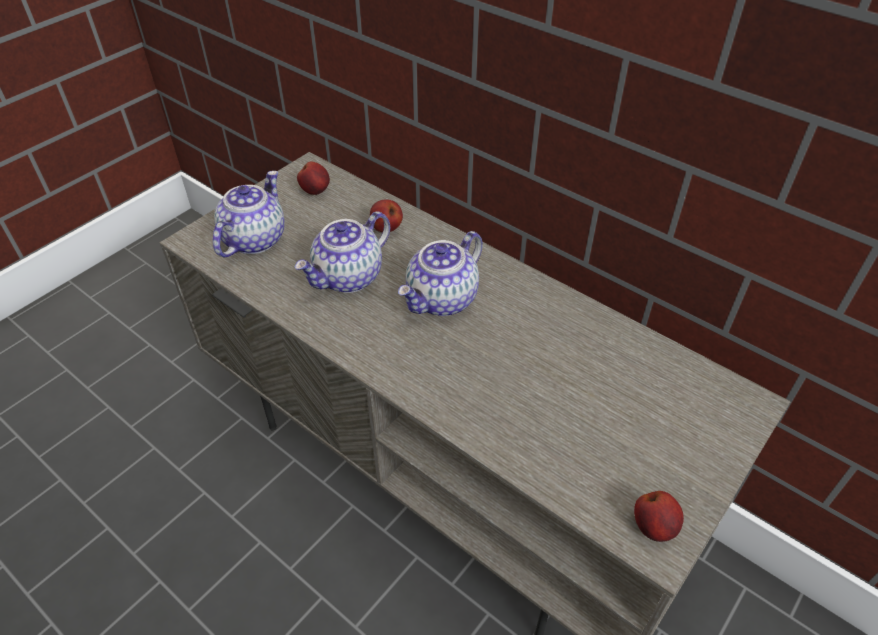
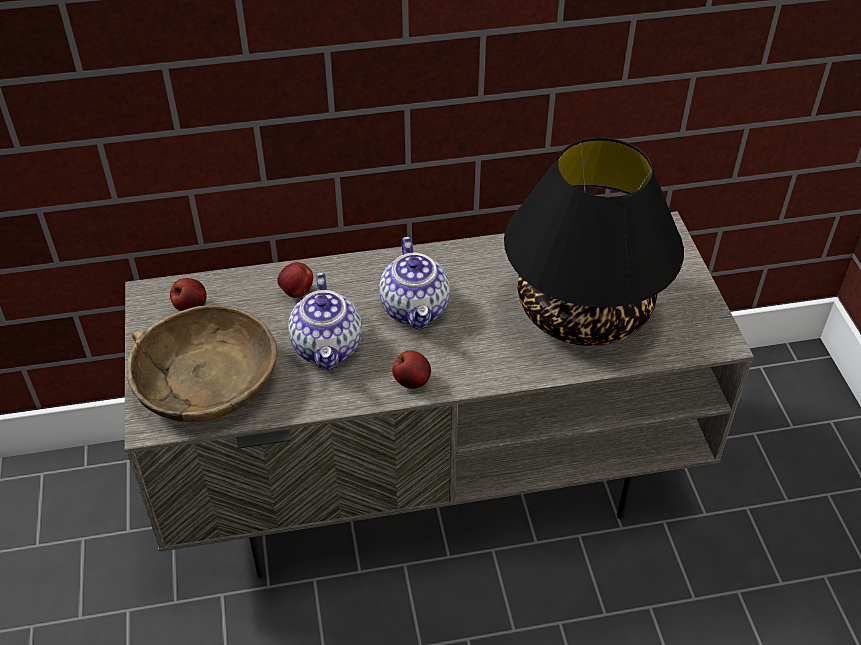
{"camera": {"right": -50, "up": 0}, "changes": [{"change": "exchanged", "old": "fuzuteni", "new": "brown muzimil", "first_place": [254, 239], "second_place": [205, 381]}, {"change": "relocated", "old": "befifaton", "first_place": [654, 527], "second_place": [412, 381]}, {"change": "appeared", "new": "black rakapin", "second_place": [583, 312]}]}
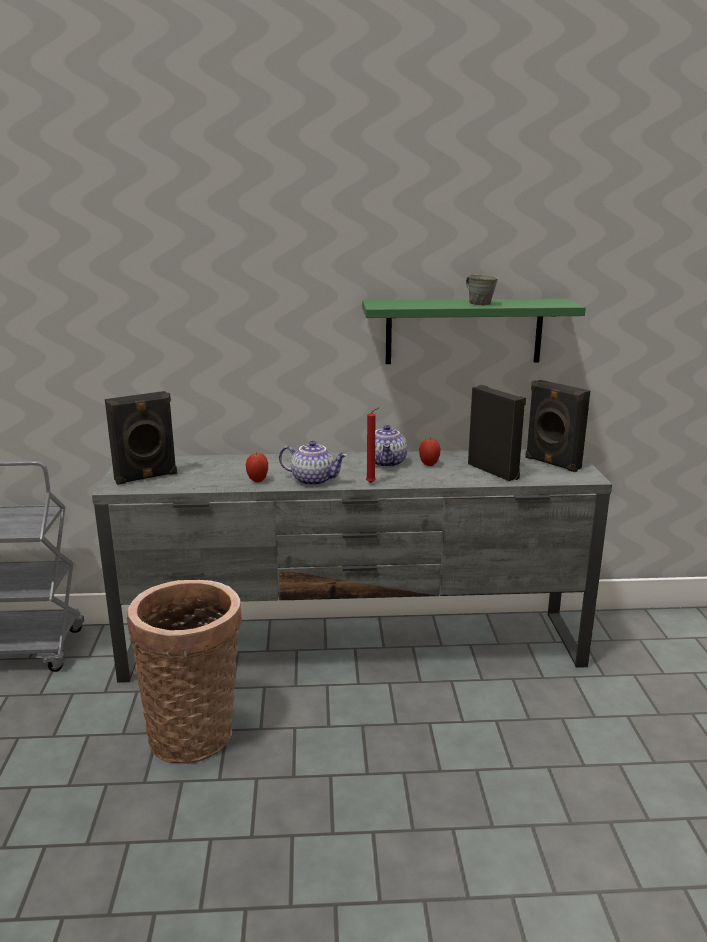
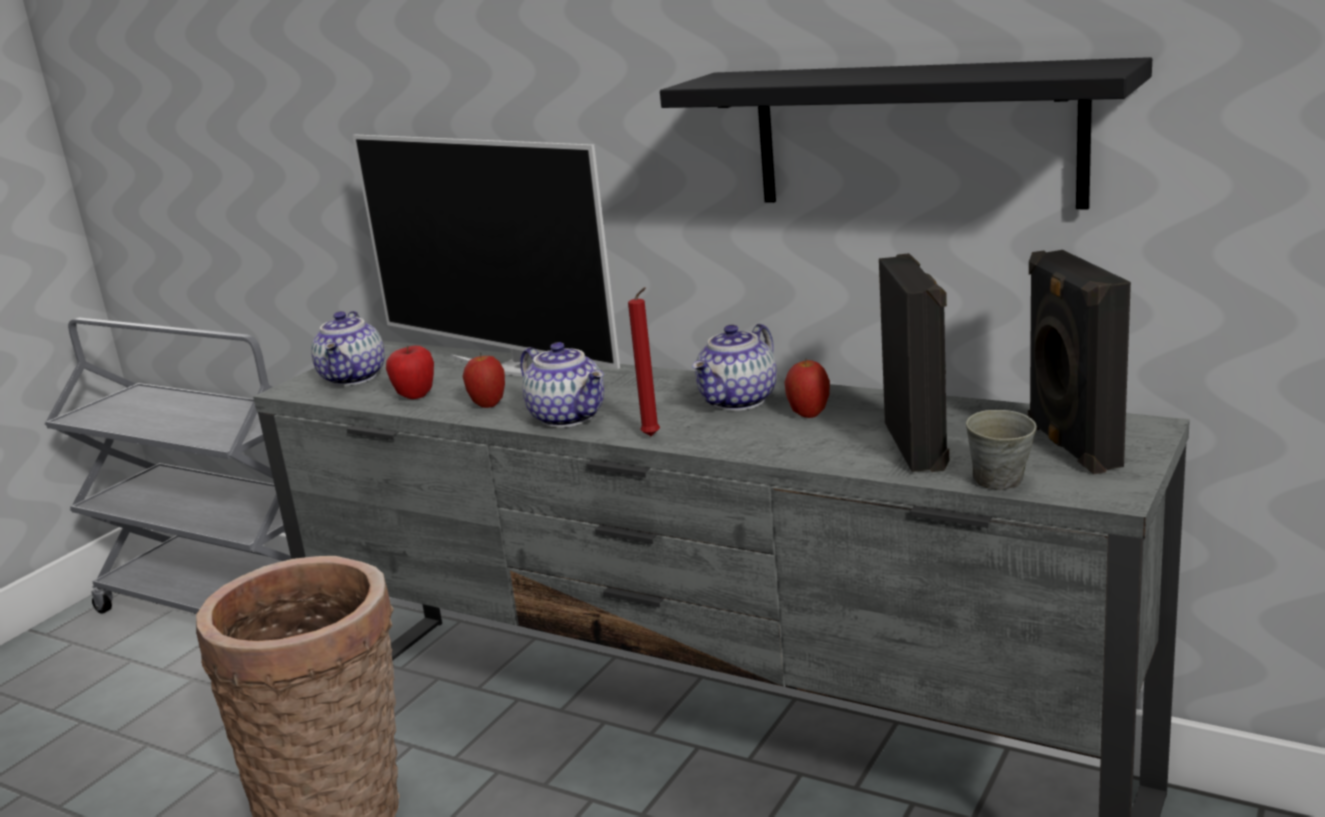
{"camera": {"right": 35, "up": 0}, "changes": [{"change": "exchanged", "old": "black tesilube", "new": "fuzuteni", "first_place": [146, 477], "second_place": [354, 378]}, {"change": "appeared", "new": "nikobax", "second_place": [509, 367]}, {"change": "appeared", "new": "befifaton", "second_place": [415, 396]}, {"change": "colour", "old": "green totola", "new": "black totola", "first_place": [464, 331], "second_place": [915, 136]}, {"change": "relocated", "old": "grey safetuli", "first_place": [479, 303], "second_place": [999, 478]}]}
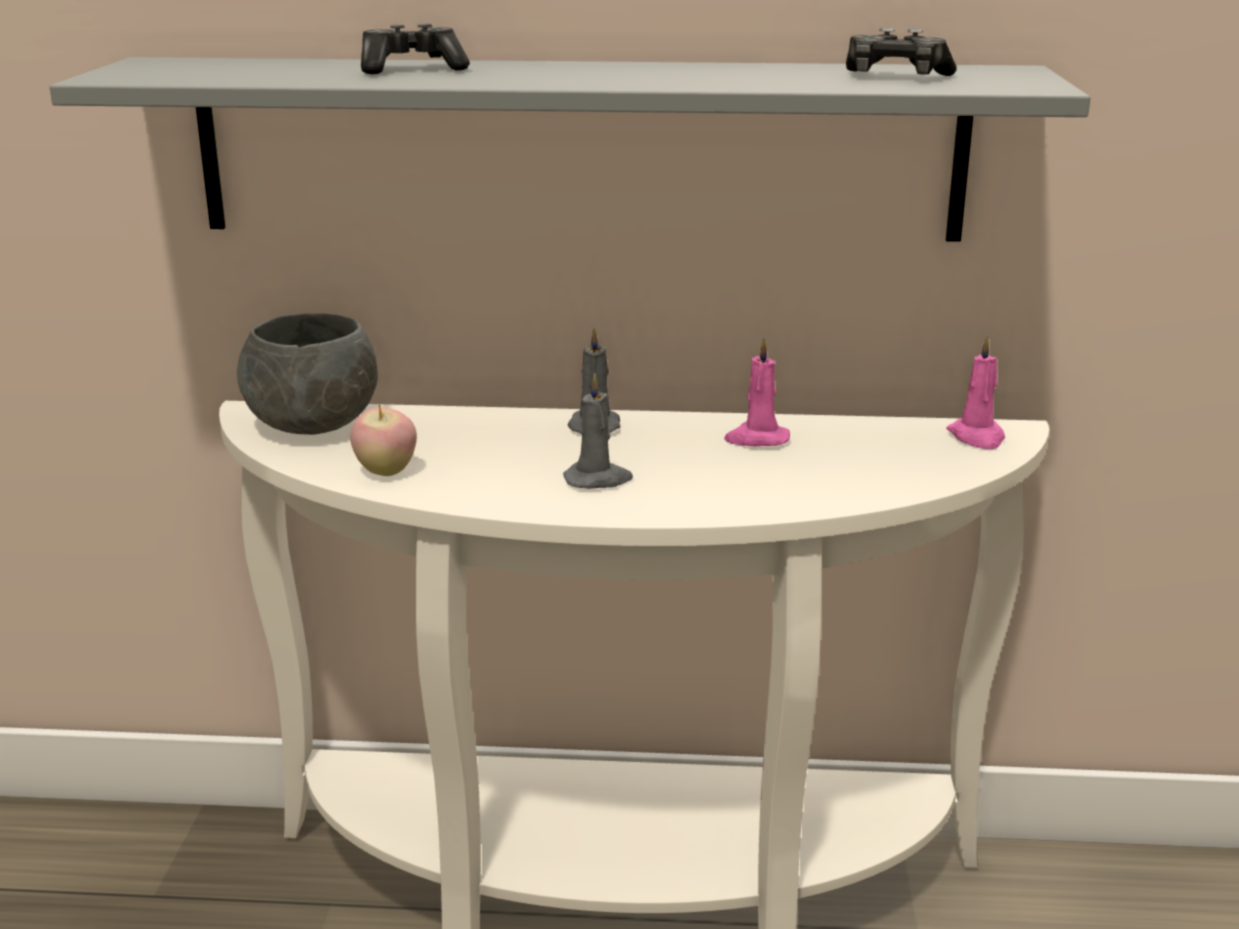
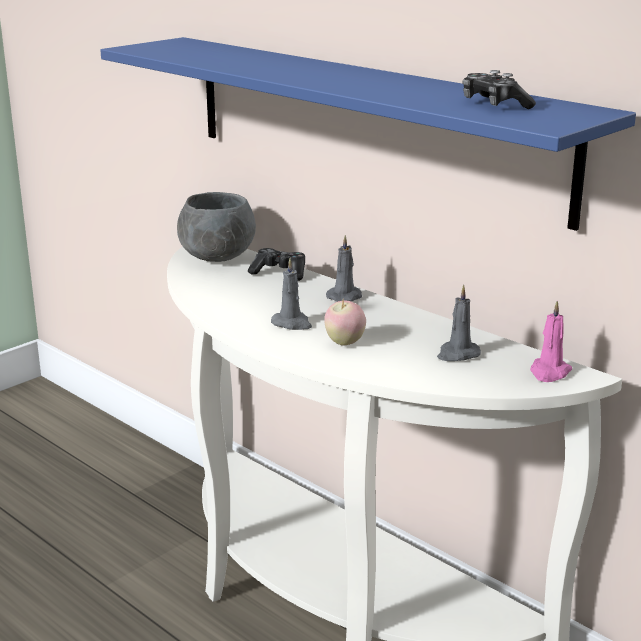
{"camera": {"right": 40, "up": 0}, "changes": [{"change": "colour", "old": "grey totola", "new": "blue totola", "first_place": [578, 149], "second_place": [368, 123]}, {"change": "relocated", "old": "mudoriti", "first_place": [412, 69], "second_place": [280, 273]}, {"change": "relocated", "old": "befifaton", "first_place": [386, 472], "second_place": [344, 342]}, {"change": "appeared", "new": "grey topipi", "second_place": [457, 354]}, {"change": "missing", "old": "pink topipi", "first_place": [756, 439]}]}
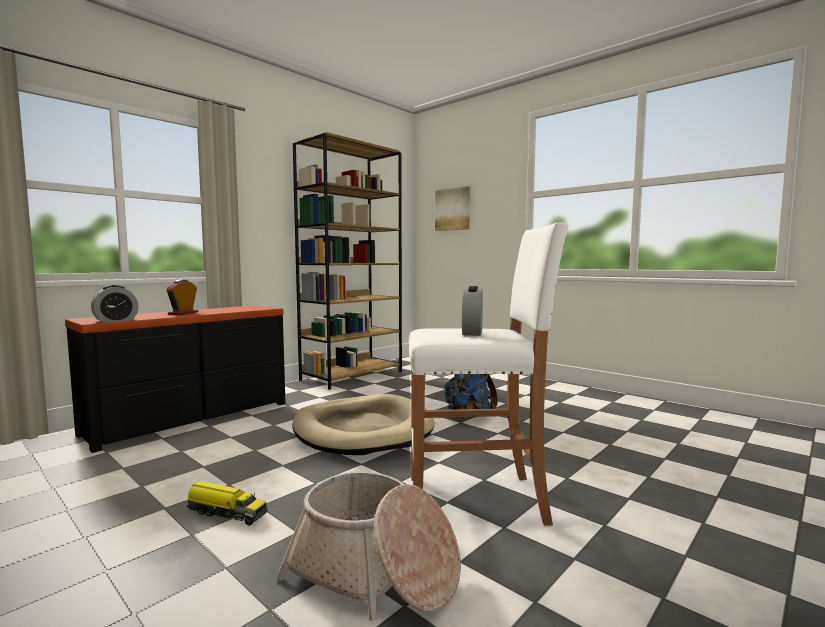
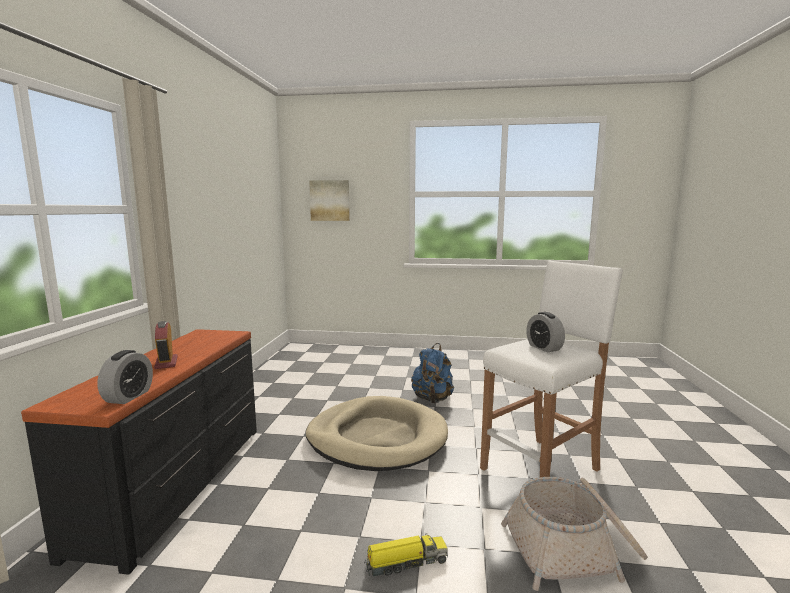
{"camera": {"right": -35, "up": 5}, "changes": [{"change": "missing", "old": "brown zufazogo", "first_place": [352, 375]}]}
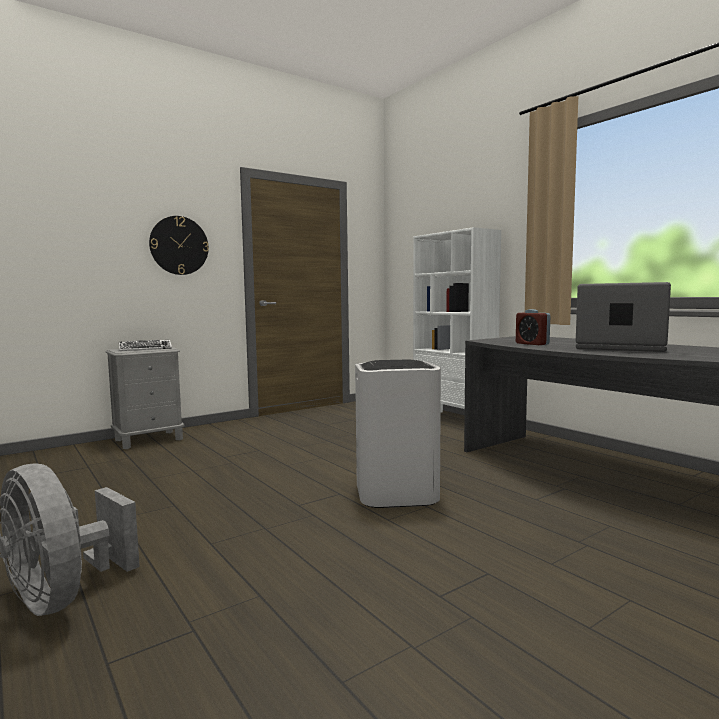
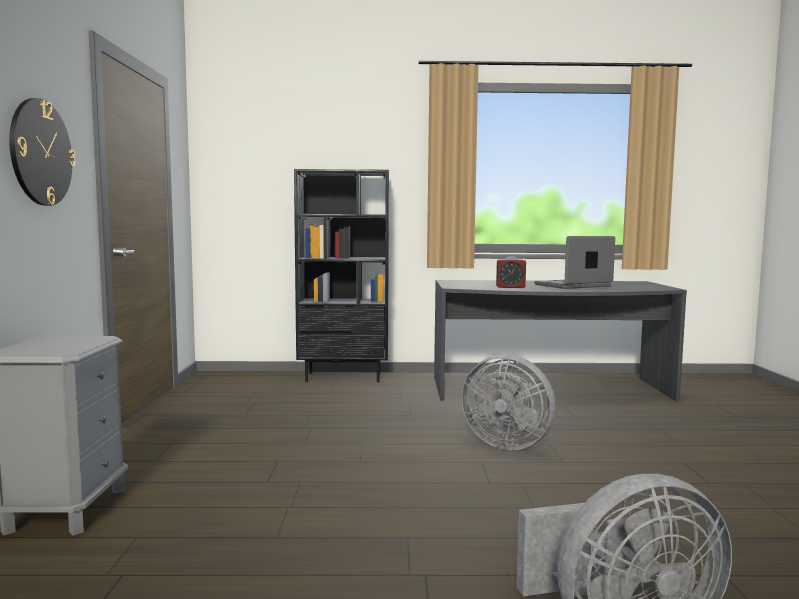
{"camera": {"right": -55, "up": 0}, "changes": [{"change": "colour", "old": "white zufazogo", "new": "black zufazogo", "first_place": [454, 419], "second_place": [344, 377]}, {"change": "exchanged", "old": "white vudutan", "new": "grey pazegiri", "first_place": [397, 492], "second_place": [507, 444]}, {"change": "missing", "old": "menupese", "first_place": [145, 349]}]}
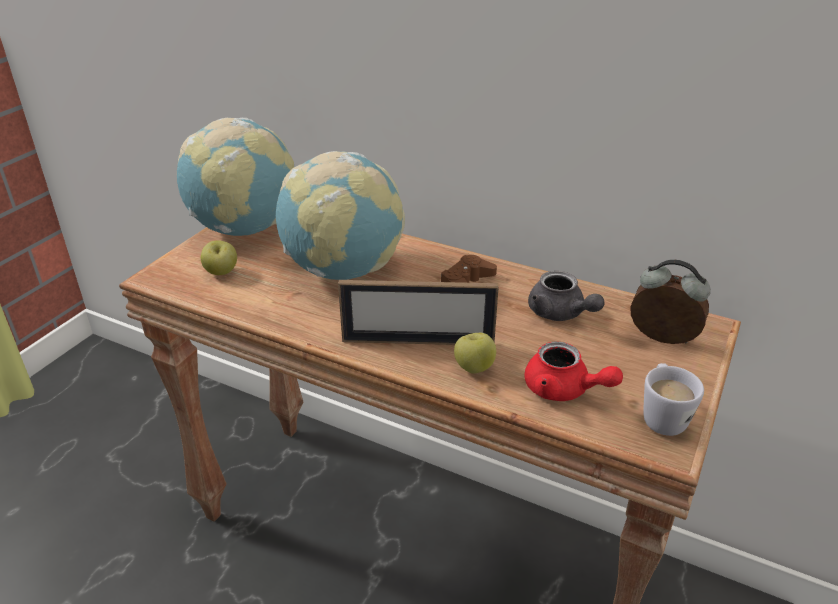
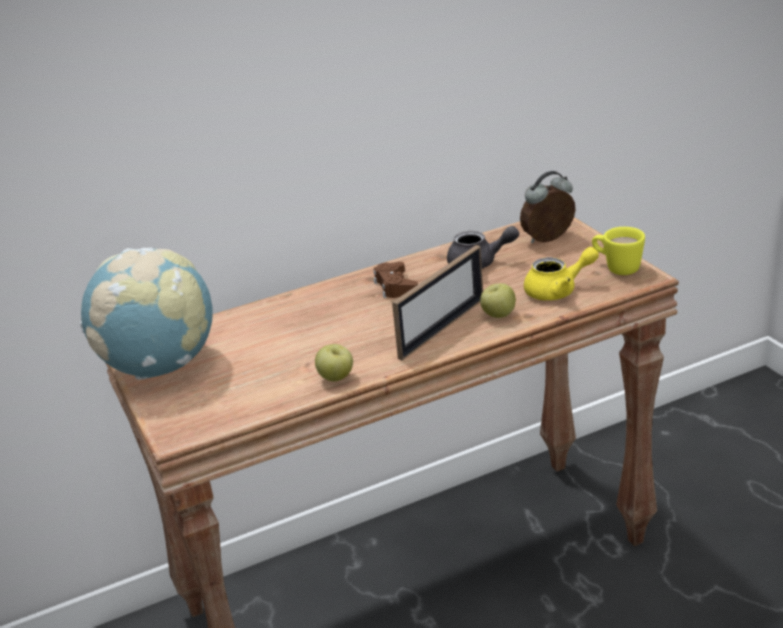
{"camera": {"right": -50, "up": -5}, "changes": [{"change": "relocated", "old": "befifaton", "first_place": [221, 273], "second_place": [336, 378]}, {"change": "colour", "old": "red fuzuteni", "new": "yellow fuzuteni", "first_place": [564, 390], "second_place": [558, 291]}, {"change": "colour", "old": "white safetuli", "new": "yellow safetuli", "first_place": [662, 416], "second_place": [616, 268]}, {"change": "missing", "old": "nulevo", "first_place": [343, 270]}]}
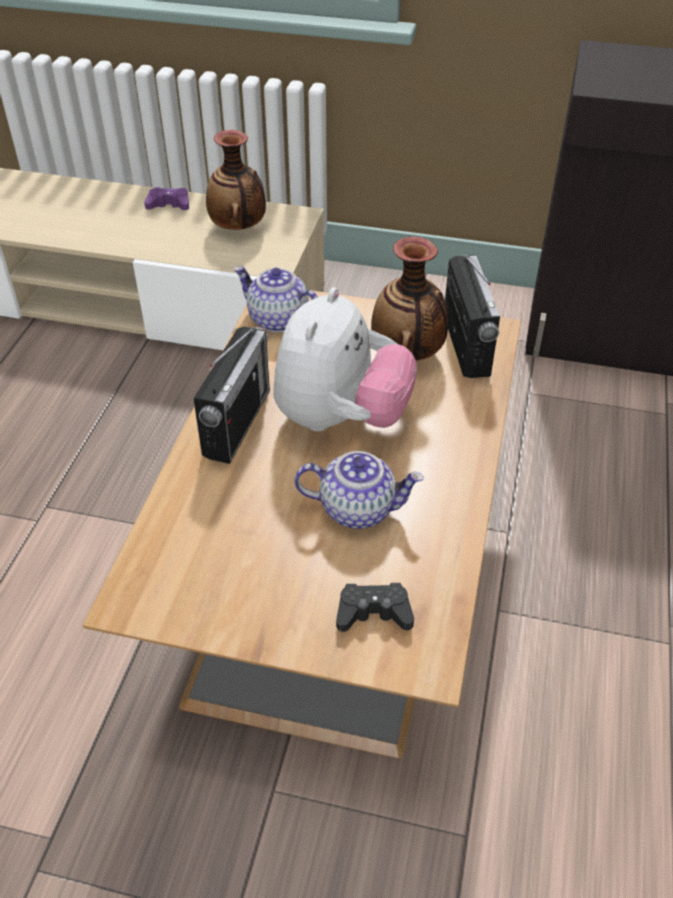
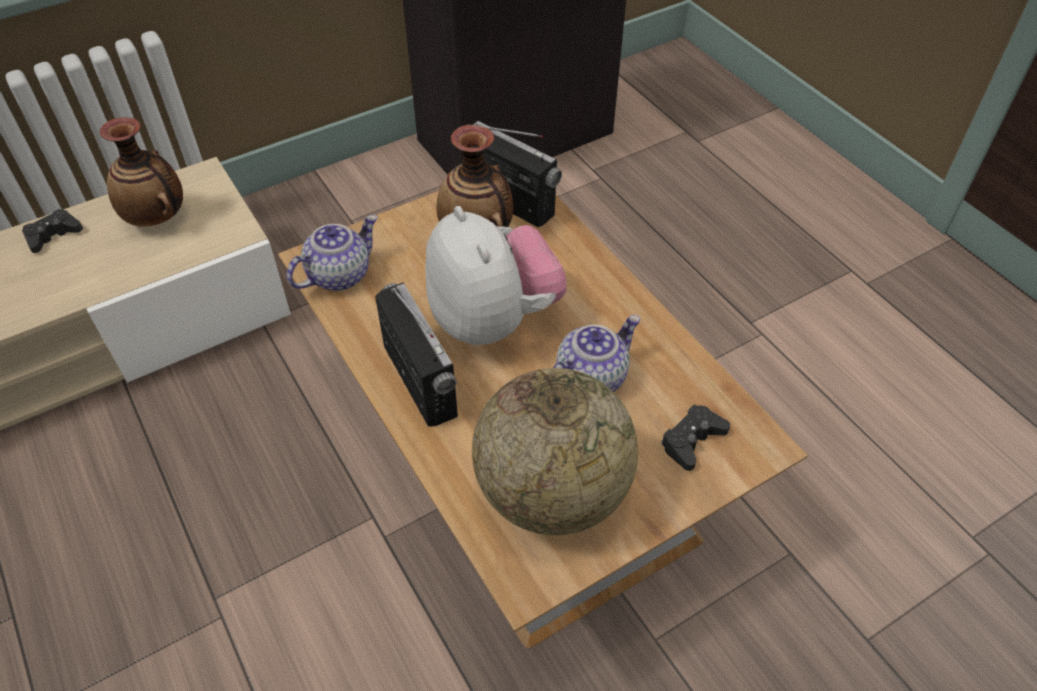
{"camera": {"right": -45, "up": 5}, "changes": [{"change": "colour", "old": "purple mudoriti", "new": "black mudoriti", "first_place": [169, 205], "second_place": [53, 235]}, {"change": "spun", "old": "fuzuteni", "first_place": [277, 320], "second_place": [339, 274], "degrees": 150}, {"change": "appeared", "new": "nulevo", "second_place": [552, 493]}]}
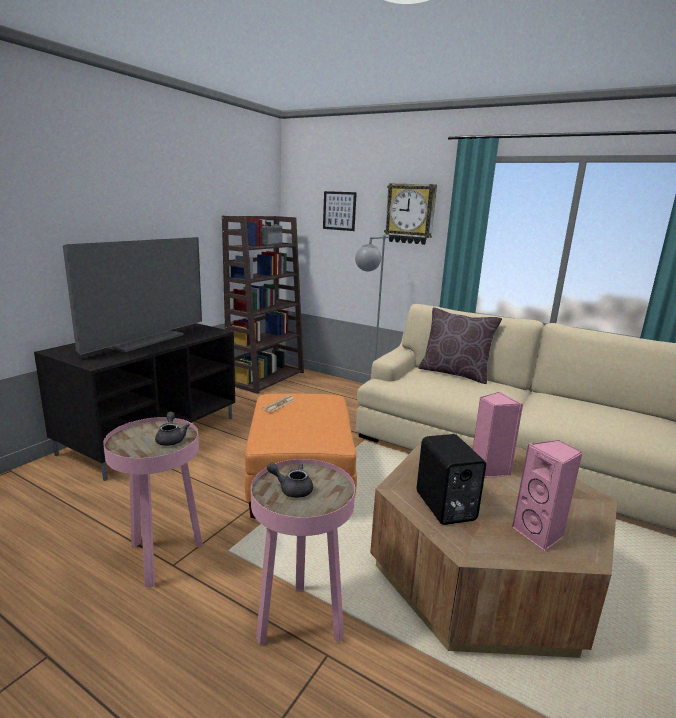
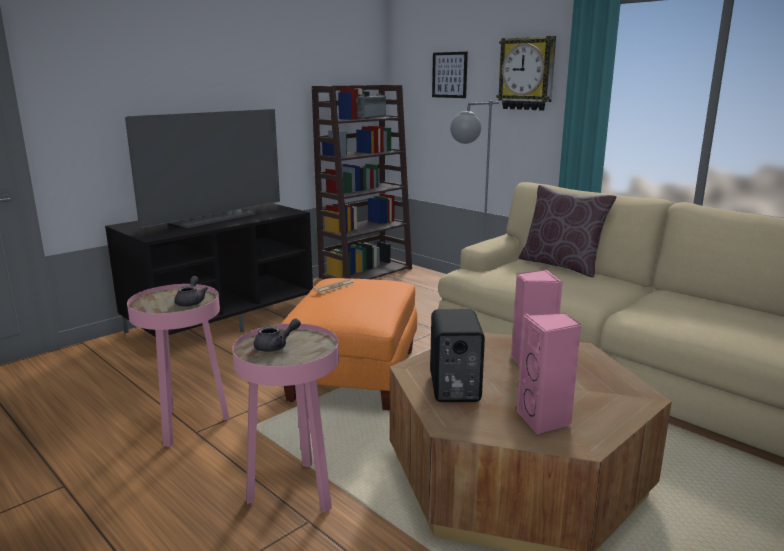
{"camera": {"right": 15, "up": 0}, "changes": [{"change": "spun", "old": "grey fuzuteni", "first_place": [292, 489], "second_place": [276, 346], "degrees": 120}]}
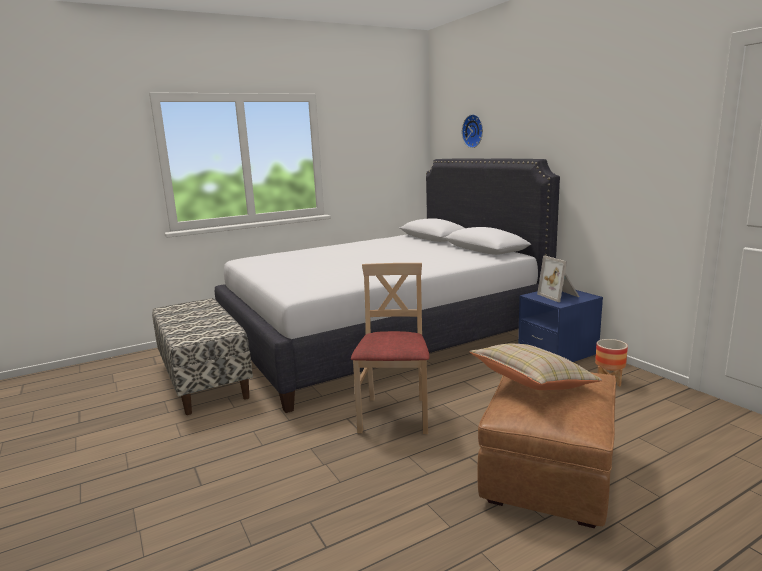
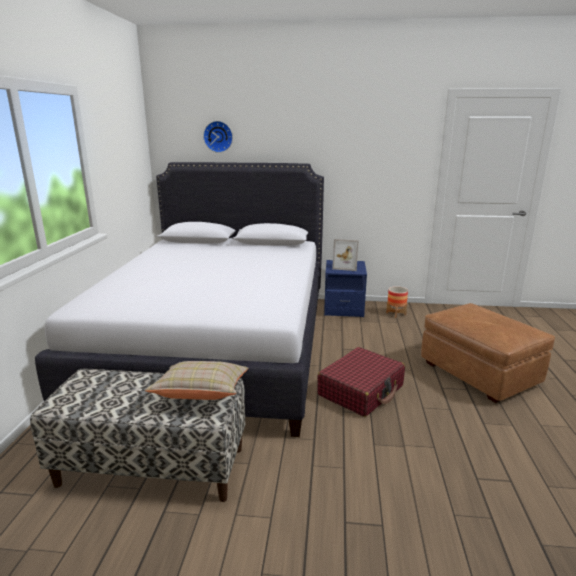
{"camera": {"right": -55, "up": 5}, "changes": [{"change": "relocated", "old": "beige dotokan", "first_place": [532, 384], "second_place": [201, 394]}, {"change": "exchanged", "old": "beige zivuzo", "new": "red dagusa", "first_place": [395, 415], "second_place": [361, 390]}]}
